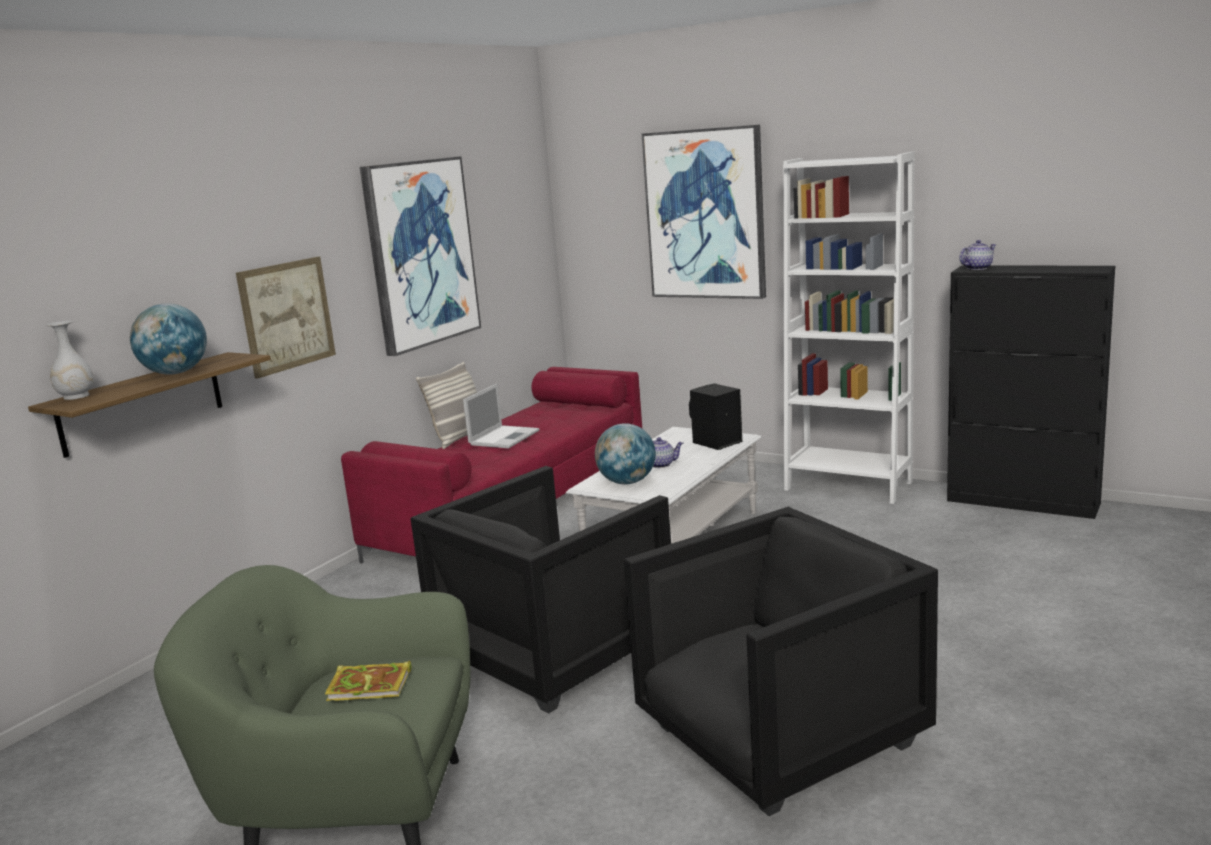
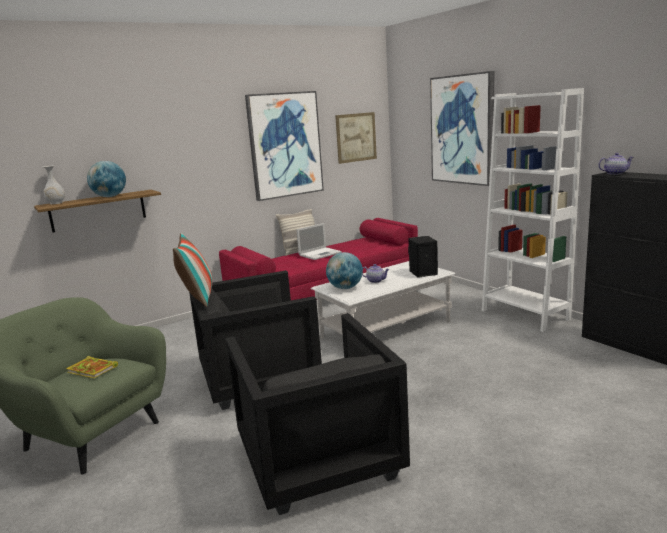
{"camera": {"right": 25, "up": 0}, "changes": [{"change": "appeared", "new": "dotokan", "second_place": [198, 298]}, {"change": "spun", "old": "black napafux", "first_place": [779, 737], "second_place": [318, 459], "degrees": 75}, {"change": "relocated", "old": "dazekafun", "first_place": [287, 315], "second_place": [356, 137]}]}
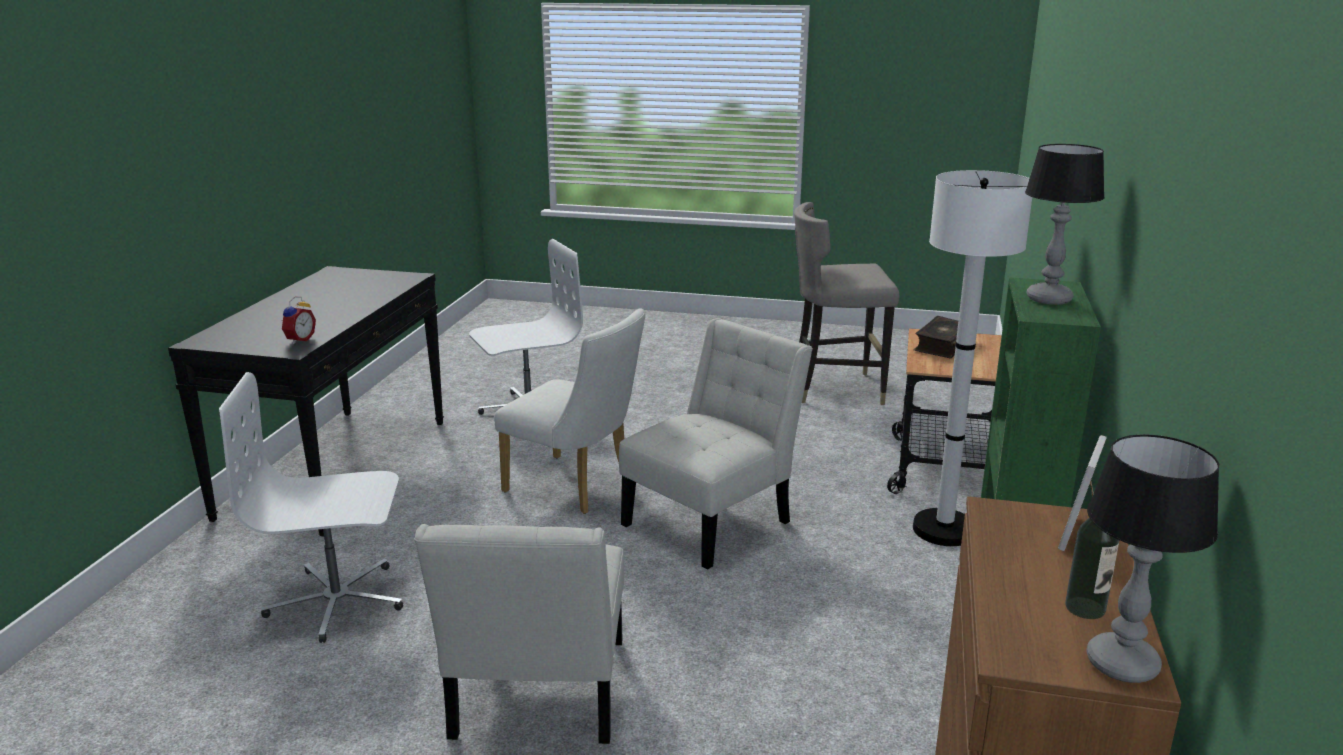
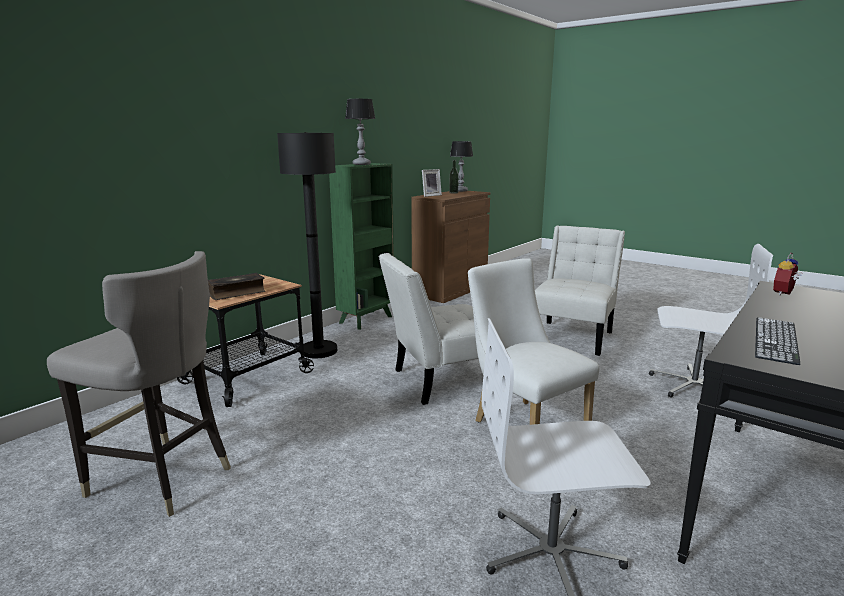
{"camera": {"right": -155, "up": -5}, "changes": [{"change": "colour", "old": "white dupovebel", "new": "black dupovebel", "first_place": [944, 530], "second_place": [318, 351]}, {"change": "appeared", "new": "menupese", "second_place": [776, 339]}]}
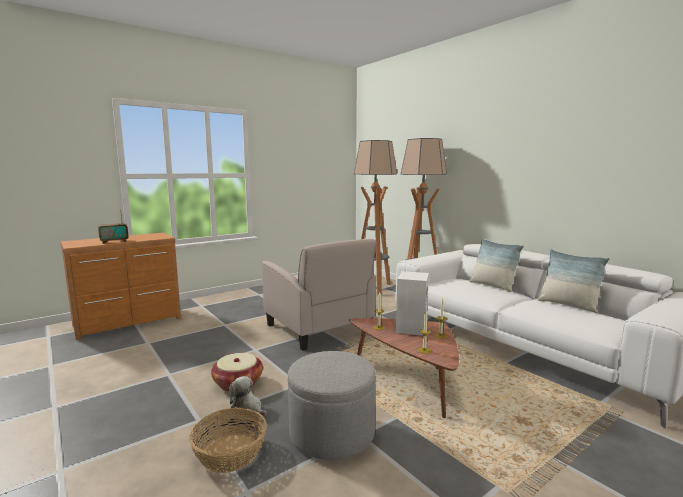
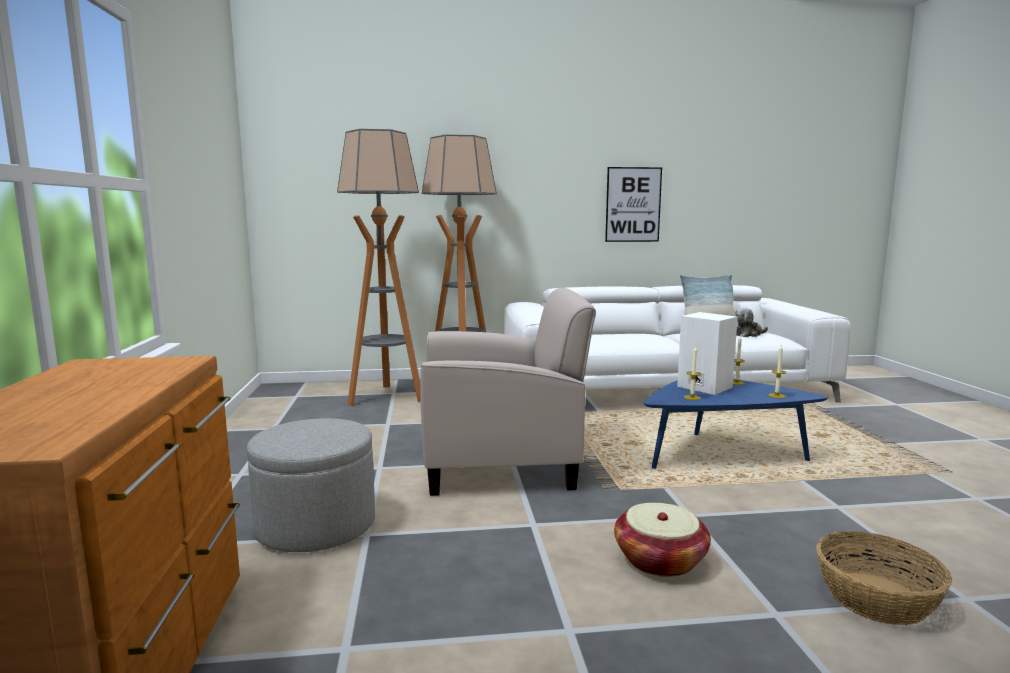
{"camera": {"right": -60, "up": 0}, "changes": [{"change": "relocated", "old": "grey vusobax", "first_place": [332, 432], "second_place": [316, 525]}, {"change": "appeared", "new": "dazekafun", "second_place": [633, 204]}, {"change": "colour", "old": "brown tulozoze", "new": "blue tulozoze", "first_place": [409, 381], "second_place": [719, 454]}, {"change": "relocated", "old": "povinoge", "first_place": [248, 408], "second_place": [748, 334]}, {"change": "missing", "old": "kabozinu", "first_place": [114, 242]}, {"change": "missing", "old": "dotokan", "first_place": [492, 286]}]}
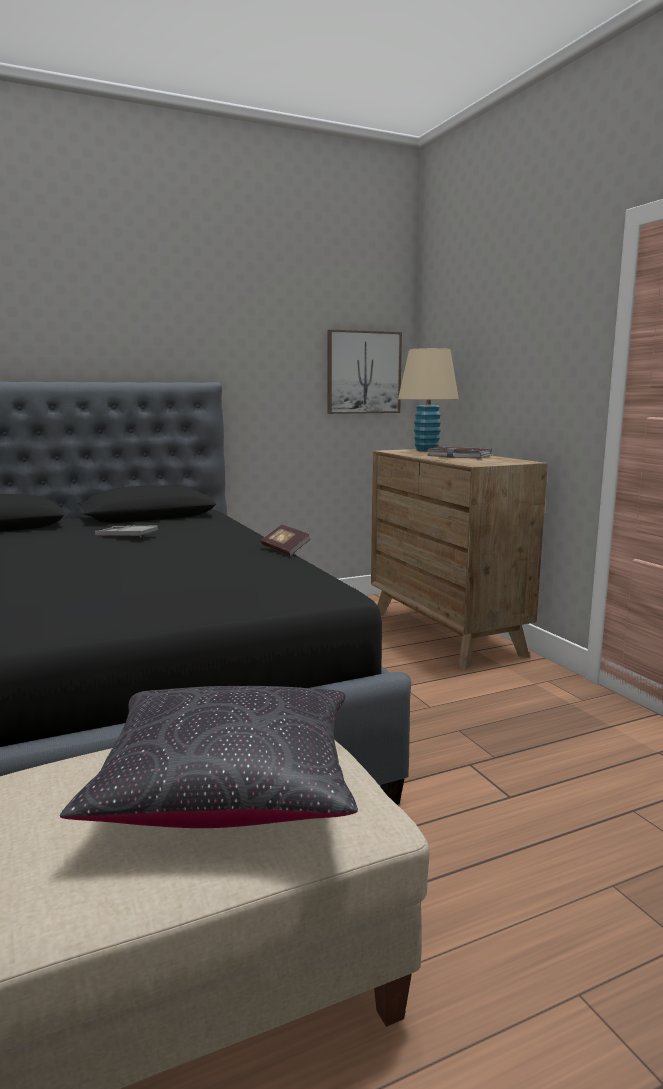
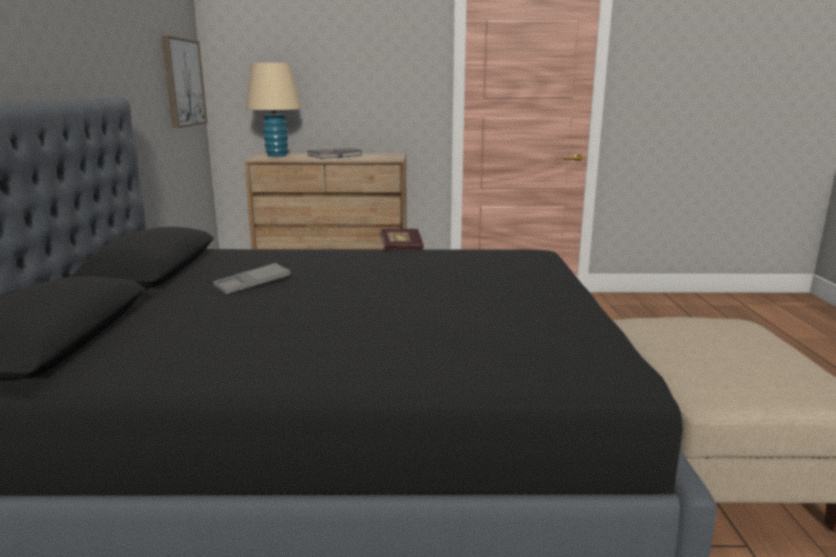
{"camera": {"right": -65, "up": 5}, "changes": [{"change": "missing", "old": "black dotokan", "first_place": [227, 785]}]}
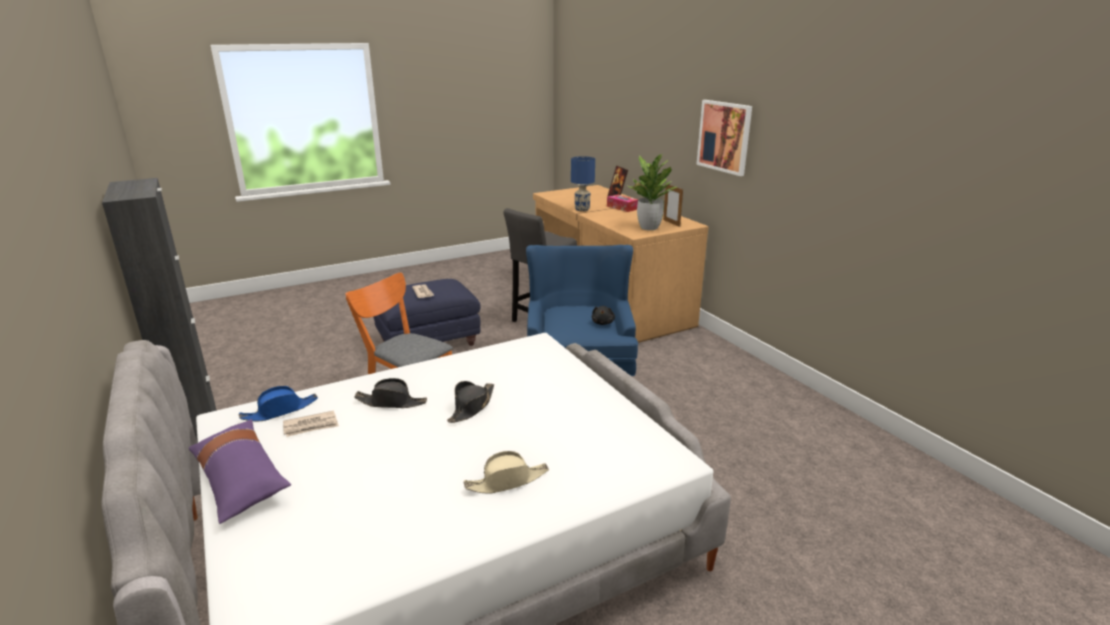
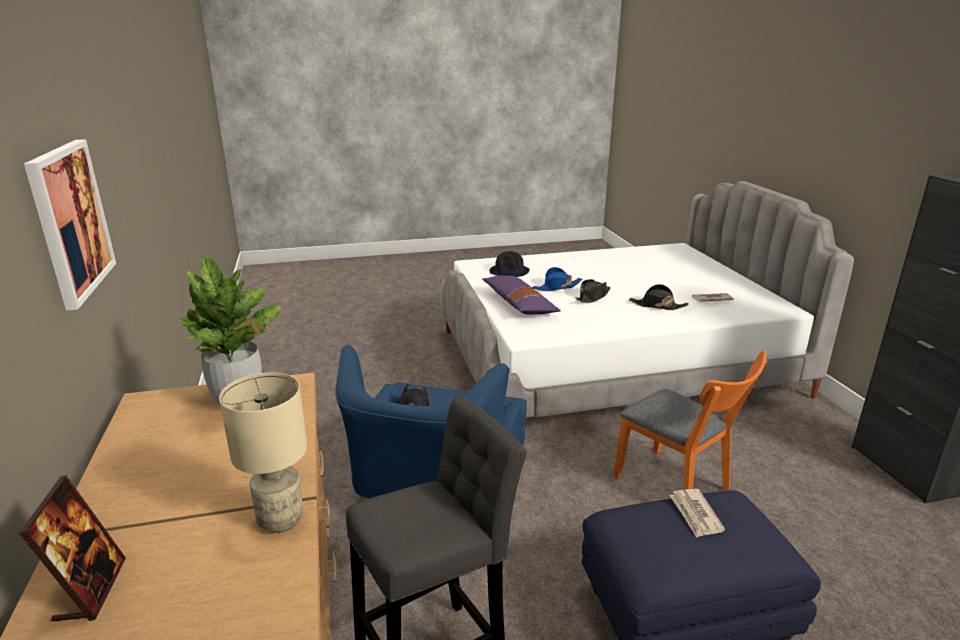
{"camera": {"right": -165, "up": 0}, "changes": [{"change": "colour", "old": "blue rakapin", "new": "beige rakapin", "first_place": [582, 209], "second_place": [281, 519]}, {"change": "relocated", "old": "purple dotokan", "first_place": [240, 479], "second_place": [519, 304]}, {"change": "appeared", "new": "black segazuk", "second_place": [509, 271]}, {"change": "relocated", "old": "blue segazuk", "first_place": [280, 410], "second_place": [557, 287]}, {"change": "missing", "old": "beige segazuk", "first_place": [507, 481]}, {"change": "missing", "old": "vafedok", "first_place": [622, 207]}, {"change": "missing", "old": "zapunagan", "first_place": [671, 223]}]}
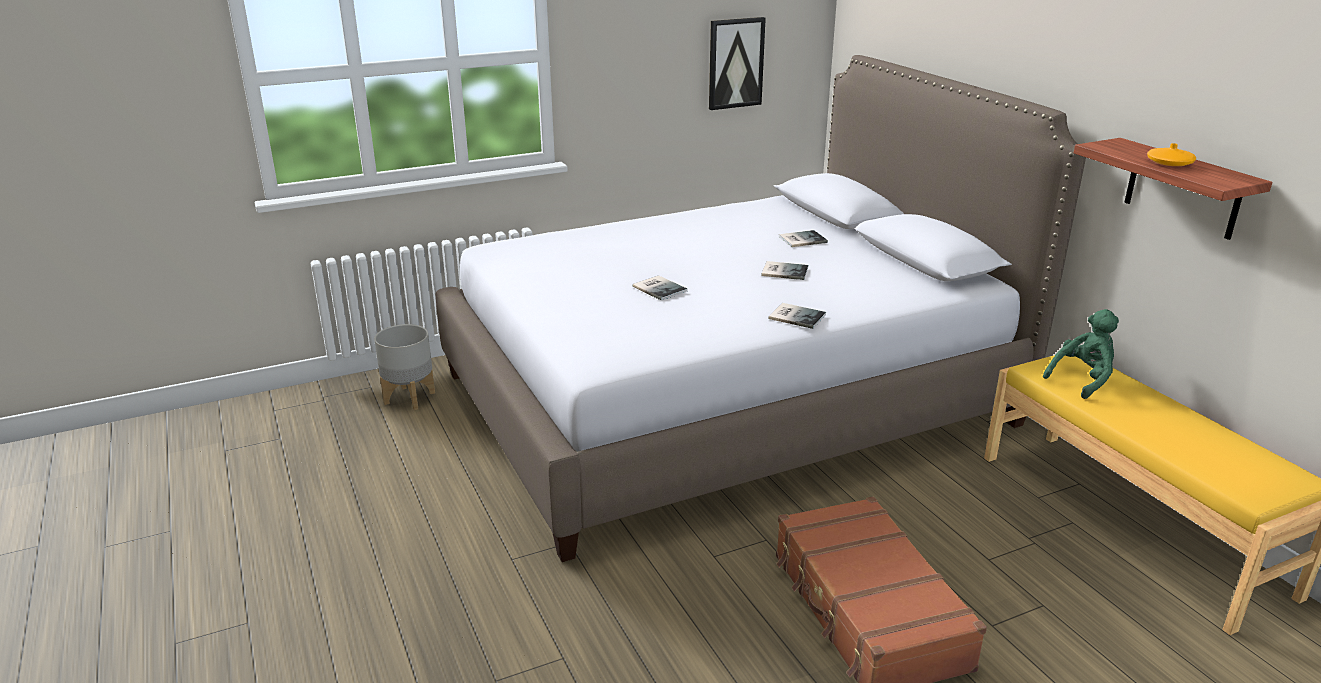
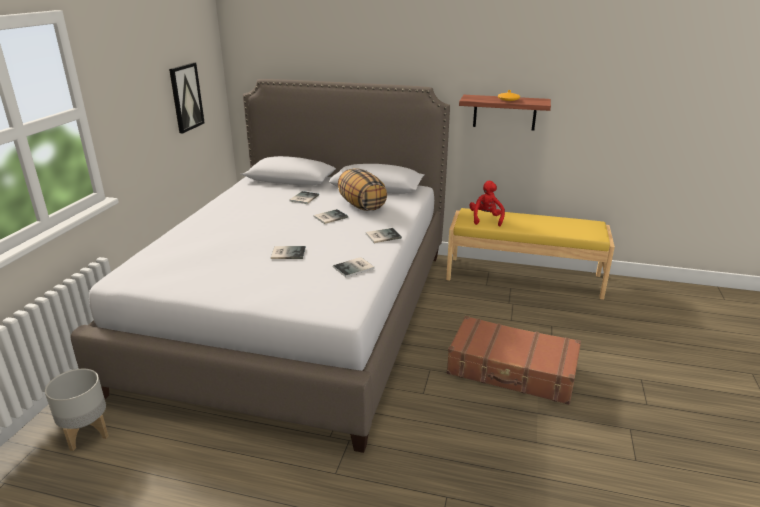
{"camera": {"right": -50, "up": 0}, "changes": [{"change": "appeared", "new": "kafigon", "second_place": [355, 268]}, {"change": "appeared", "new": "dotokan", "second_place": [361, 205]}, {"change": "colour", "old": "green povinoge", "new": "red povinoge", "first_place": [1082, 380], "second_place": [486, 219]}]}
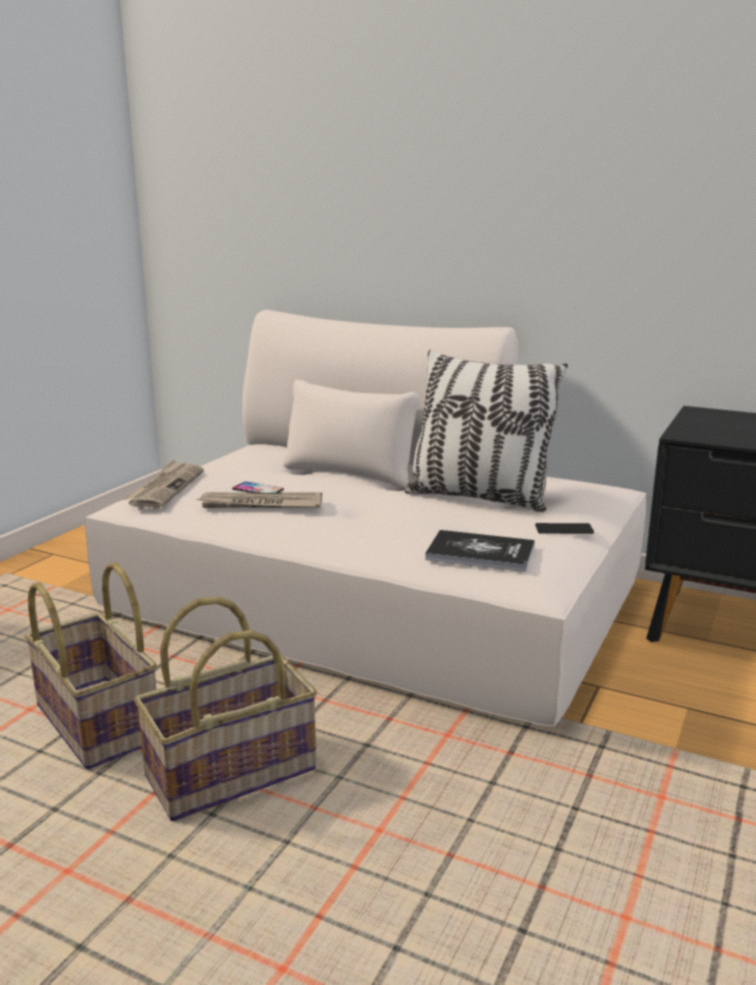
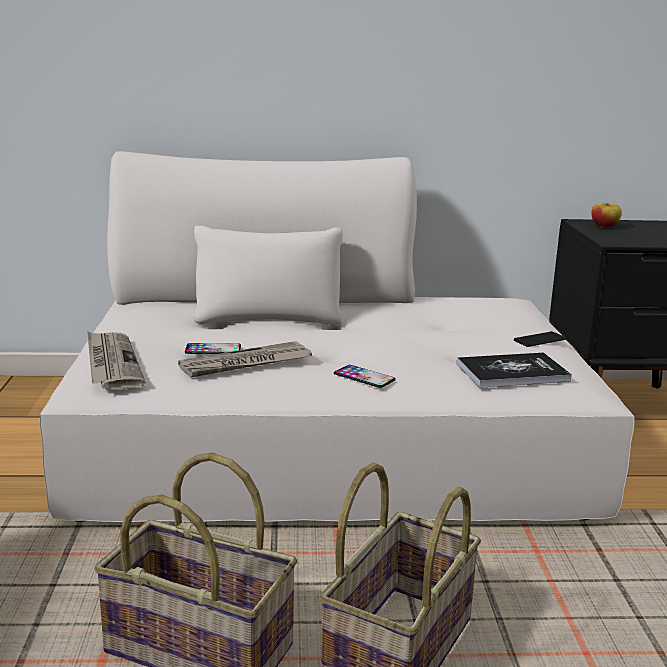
{"camera": {"right": -30, "up": 0}, "changes": [{"change": "appeared", "new": "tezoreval", "second_place": [364, 377]}, {"change": "appeared", "new": "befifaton", "second_place": [604, 226]}, {"change": "missing", "old": "dotokan", "first_place": [478, 498]}]}
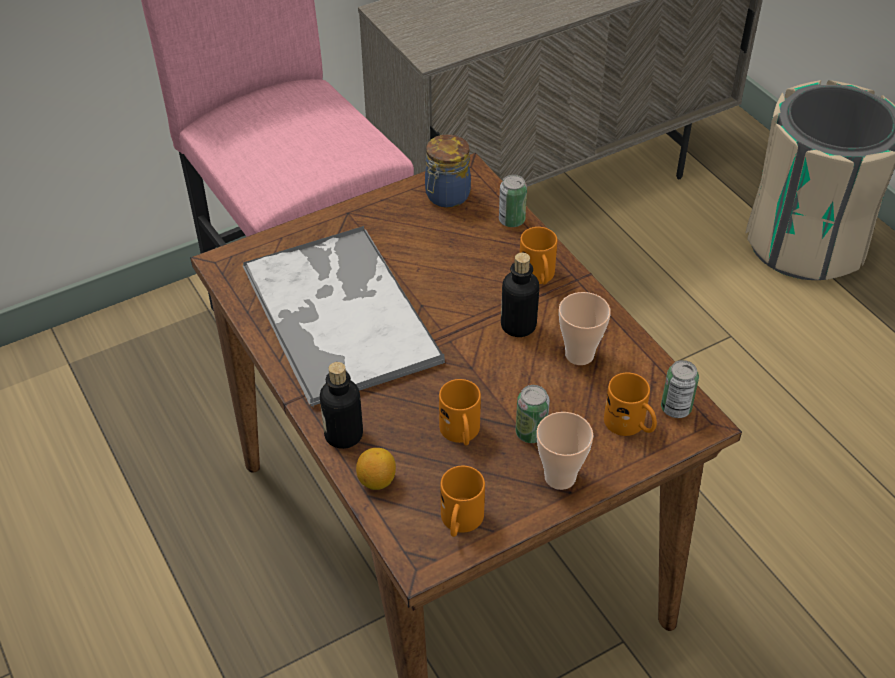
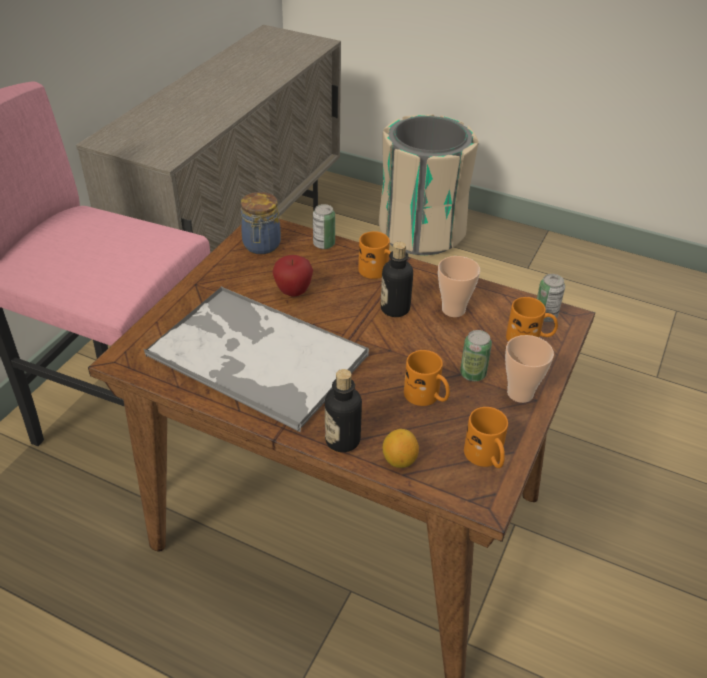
{"camera": {"right": -35, "up": -5}, "changes": [{"change": "appeared", "new": "befifaton", "second_place": [293, 292]}]}
